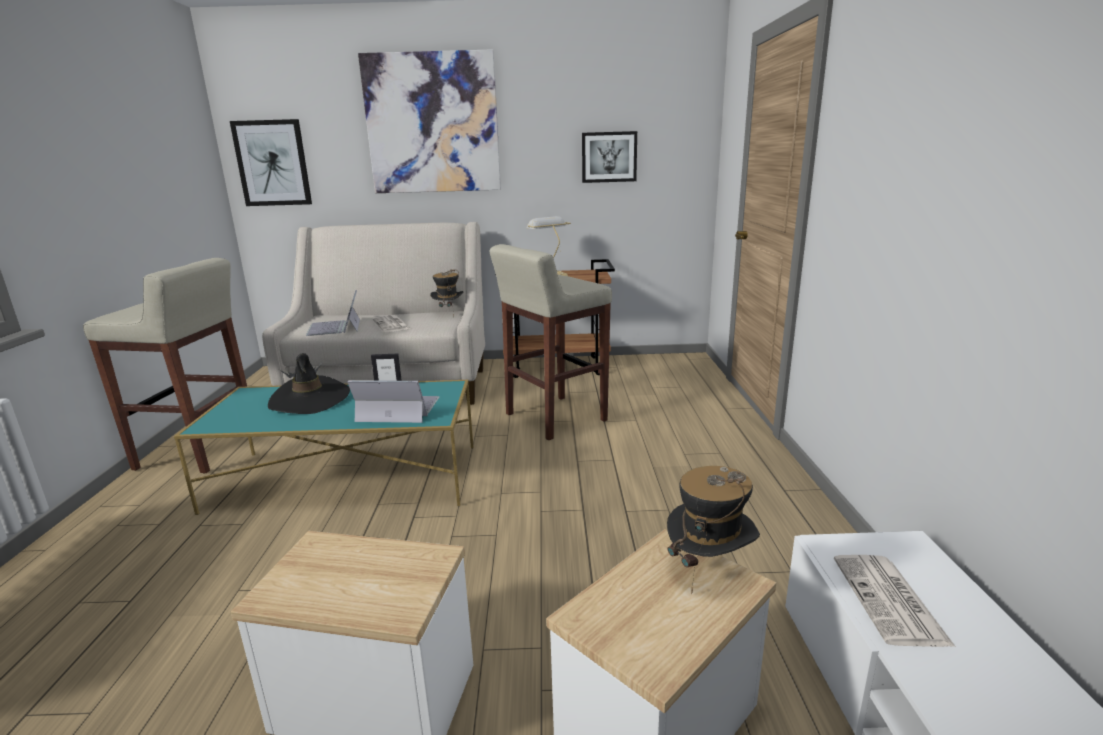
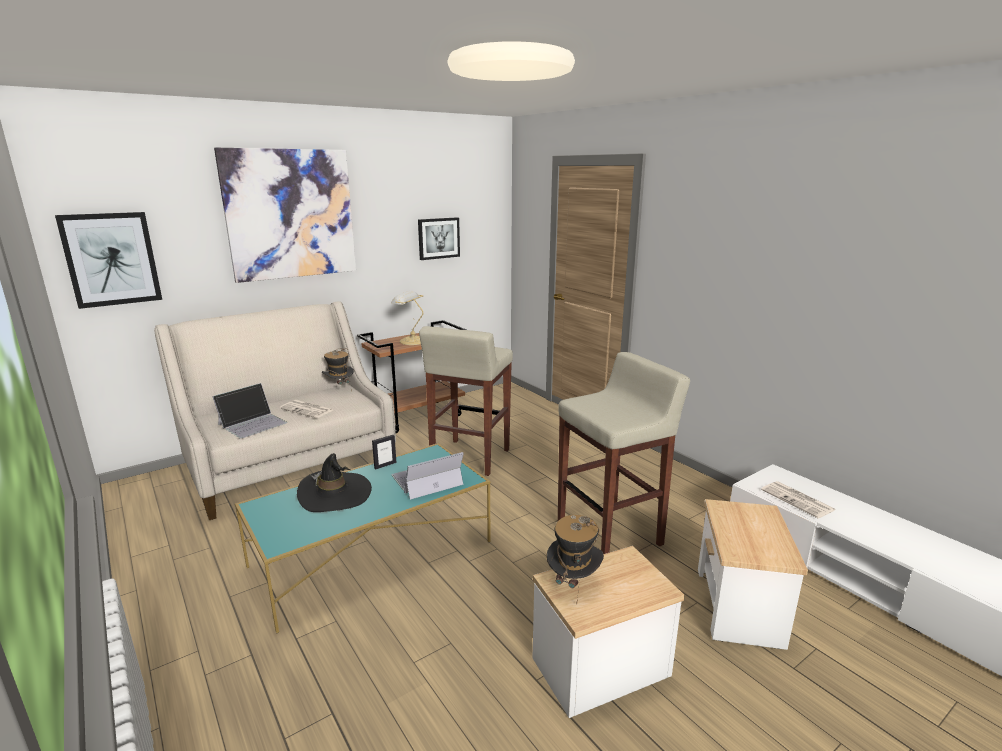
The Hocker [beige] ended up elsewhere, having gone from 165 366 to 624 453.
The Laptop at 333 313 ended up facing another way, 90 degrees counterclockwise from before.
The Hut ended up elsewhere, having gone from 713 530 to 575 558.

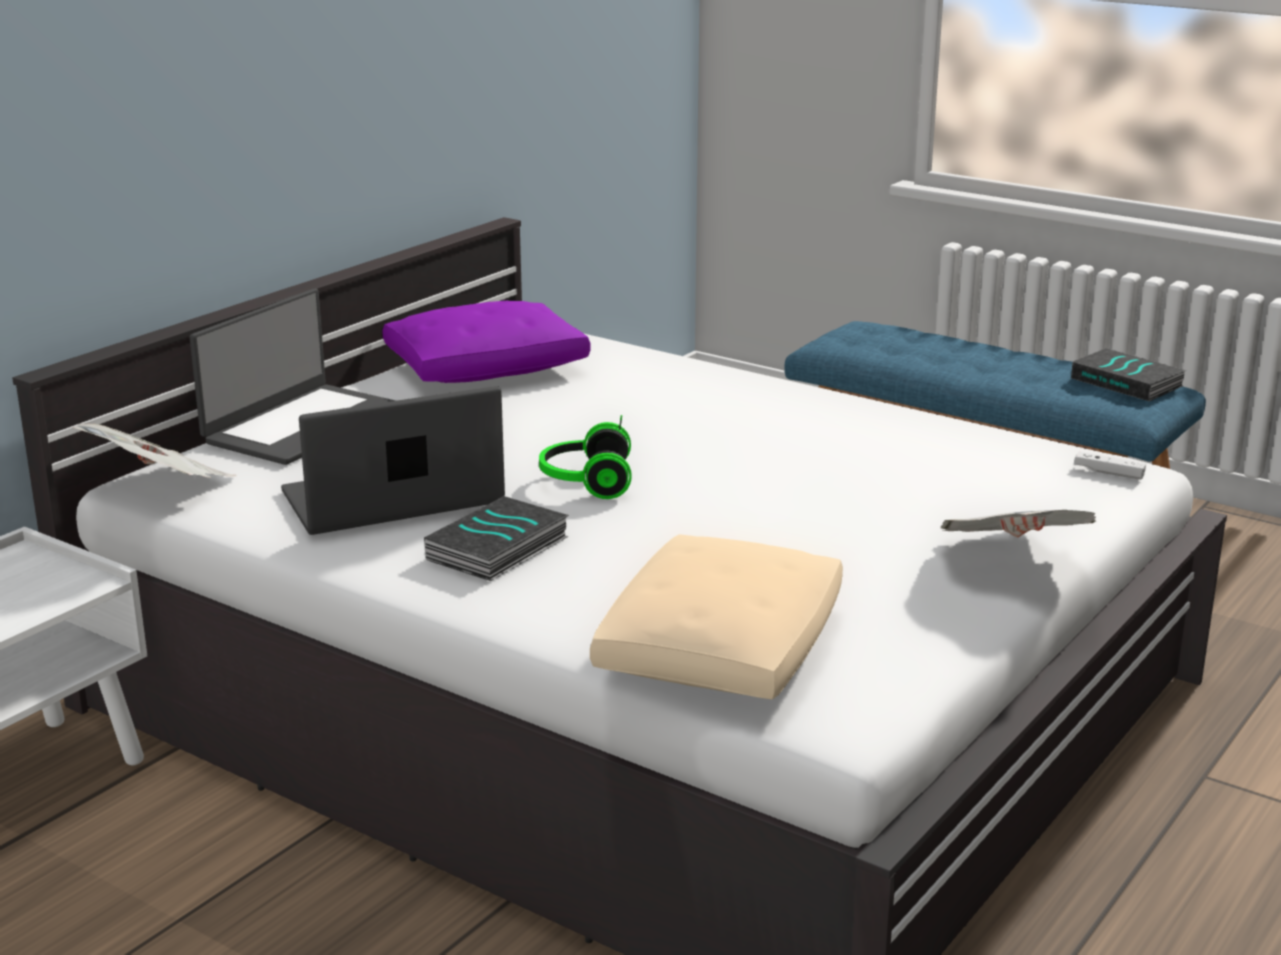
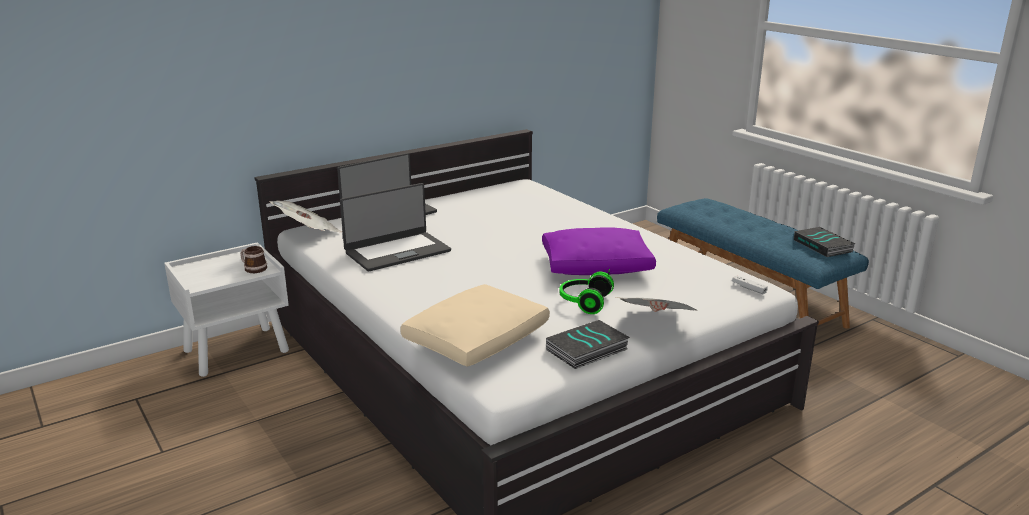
The Kissen [lila] ended up elsewhere, having gone from 486 342 to 599 251.
The Laptop at 393 460 ended up facing another way, 150 degrees clockwise from before.
The Kopfhörer ended up elsewhere, having gone from 585 457 to 586 291.
The Buch ended up elsewhere, having gone from 496 538 to 588 344.
The second view gained the Henkelbecher at 253 259.

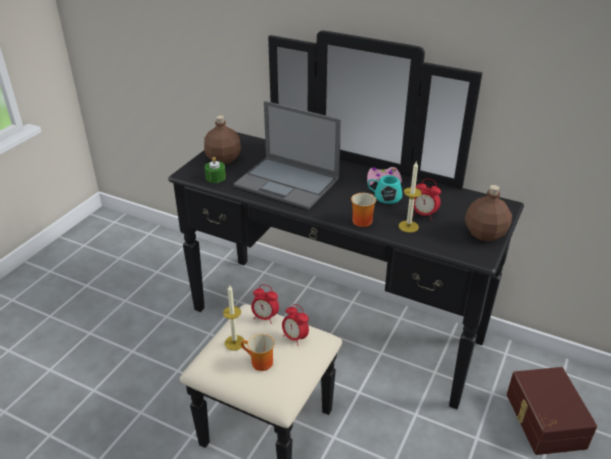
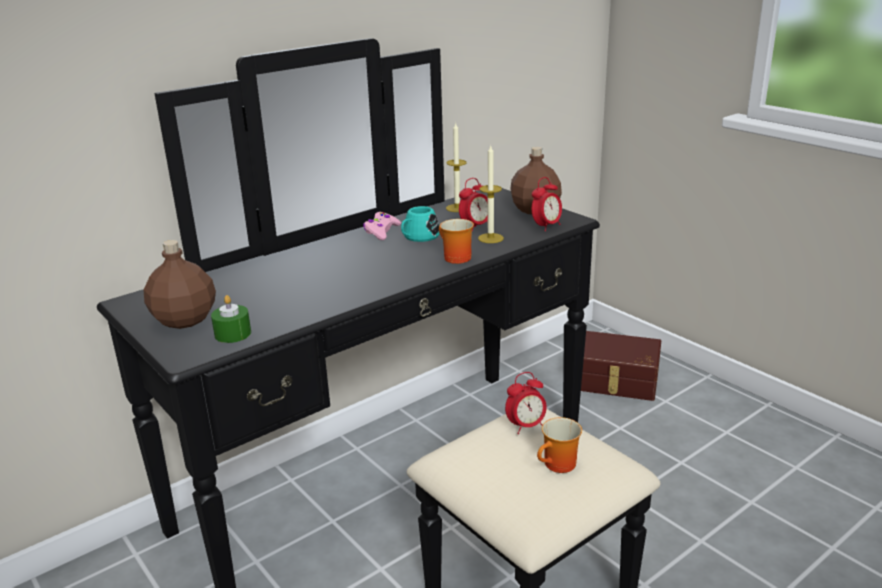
The second view lost the Laptop at 287 155.
The Kerze ended up elsewhere, having gone from 234 317 to 456 167.
The Wecker ended up elsewhere, having gone from 265 304 to 547 204.

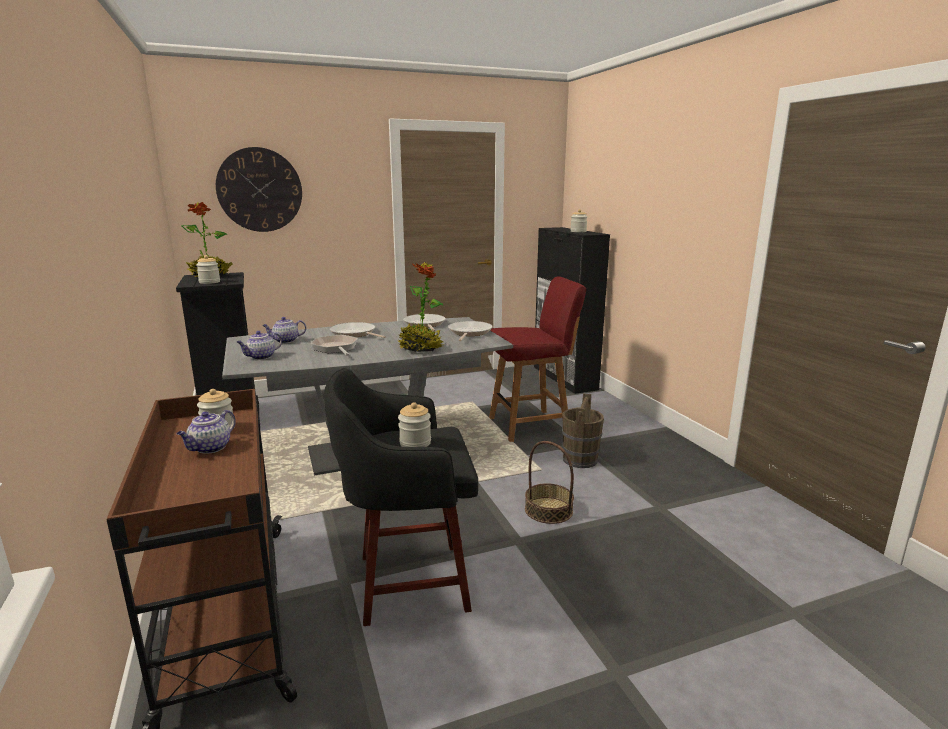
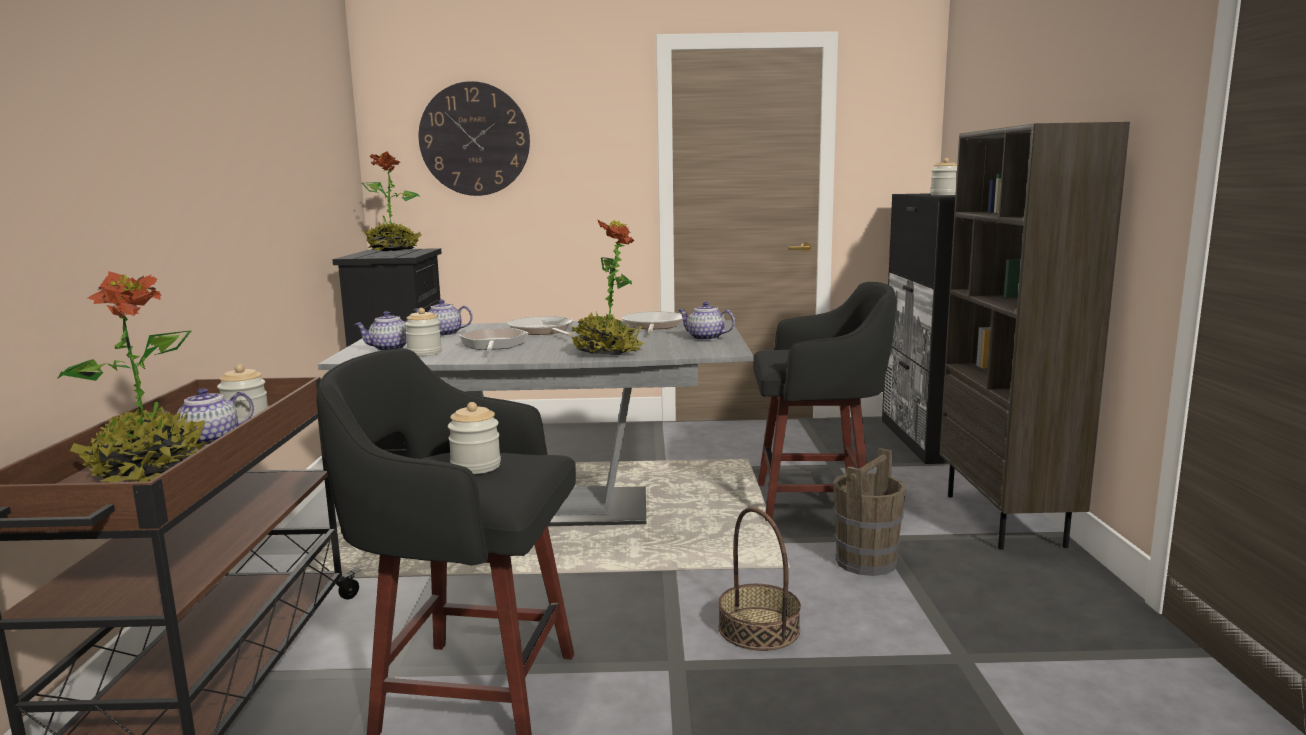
The Vorratsglas ended up elsewhere, having gone from 208 269 to 423 332.
Where the Stuhl [rot] stood at 537 359, the Hocker [schwarz] came to stand at 824 401.
Where the Pfanne stood at 470 331, the Teekanne came to stand at 706 321.
The second view gained the Bücherregal [braun] at 1035 336.
The second view gained the Topfpflanze at 133 376.

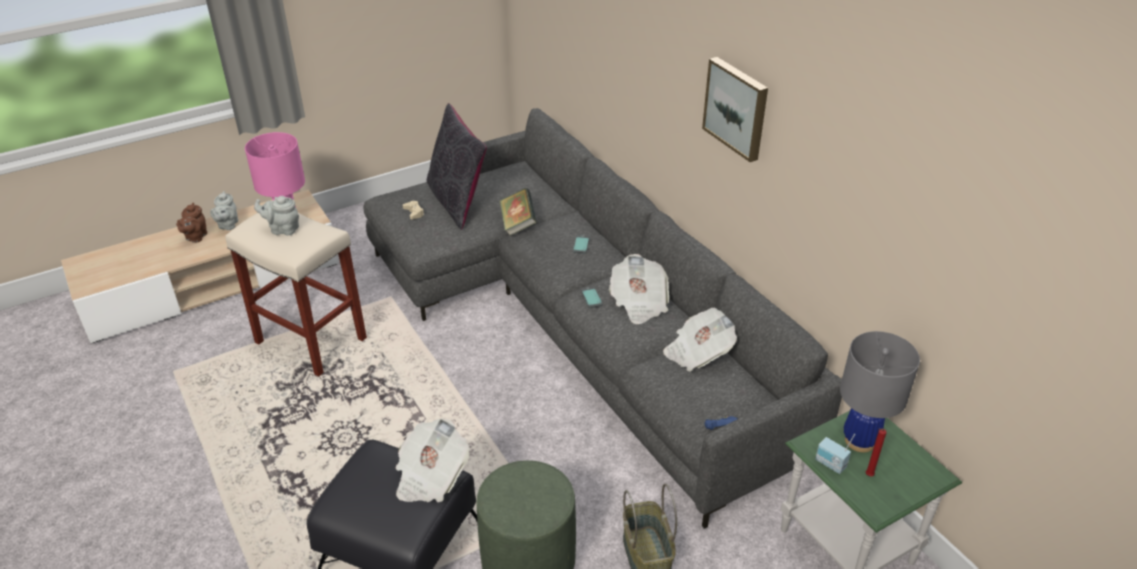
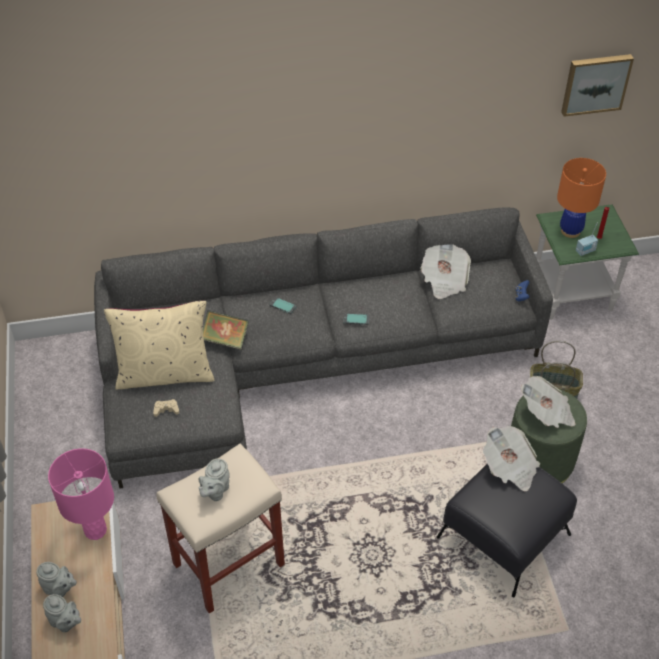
The Bild ended up elsewhere, having gone from 735 109 to 597 85.
What was the Kissen [schwarz] at 456 166 turned into the Kissen [beige] at 159 345.
What was the Teekanne [braun] at 191 223 turned into the Teekanne [grau] at 62 613.
The Zeitung ended up elsewhere, having gone from 639 289 to 548 402.
What was the Tischlampe [grau] at 880 391 turned into the Tischlampe [orange] at 581 198.

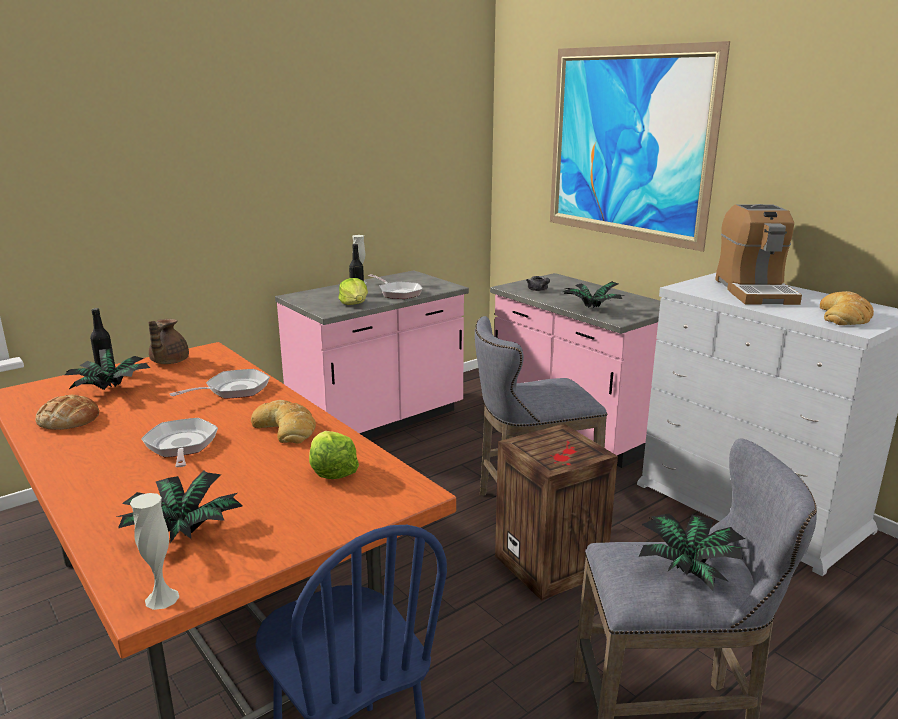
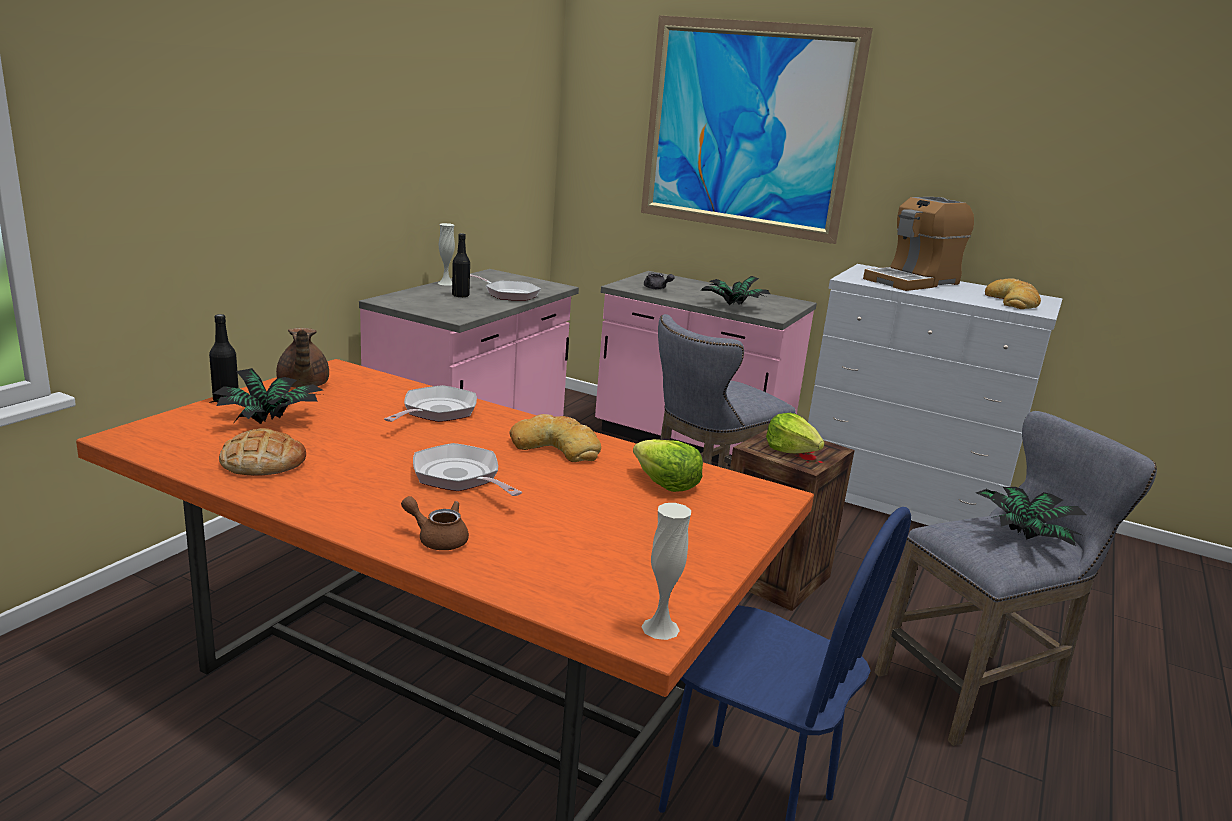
The Kaffeemaschine at 758 254 ended up facing another way, 75 degrees clockwise from before.
The Salatkopf ended up elsewhere, having gone from 353 291 to 795 433.
The second view lost the Topfpflanze at 179 507.
The second view gained the Teekanne [braun] at 435 523.

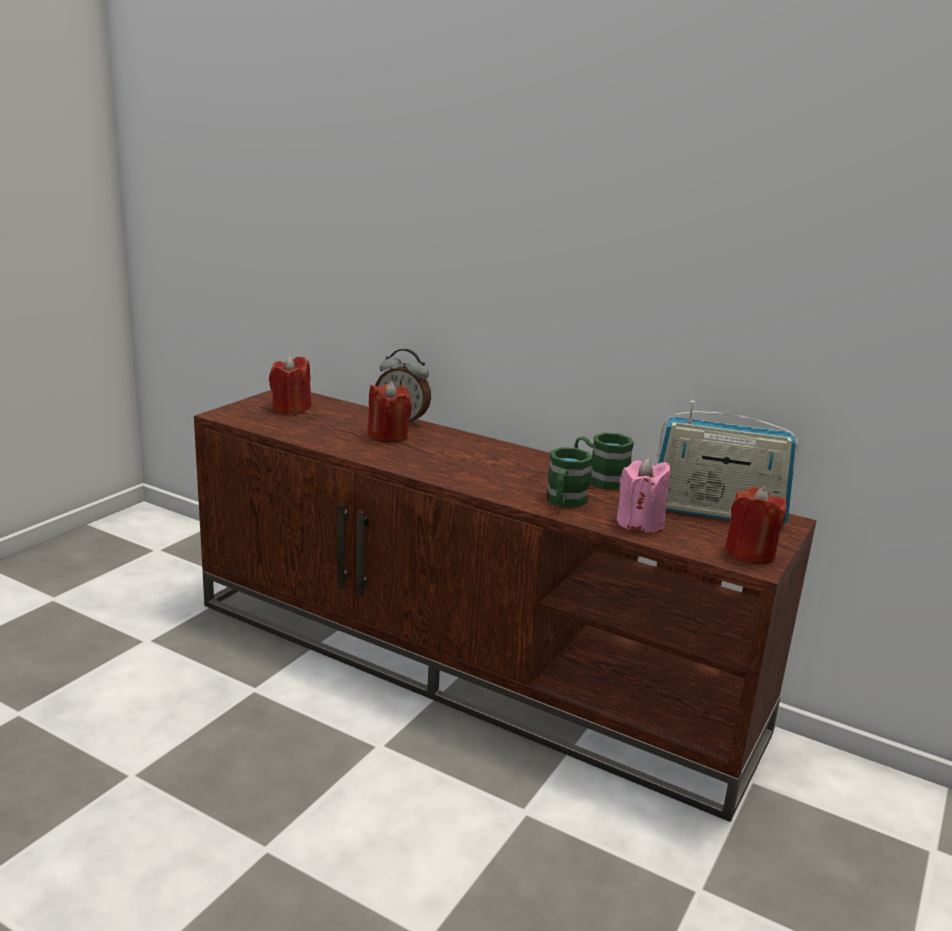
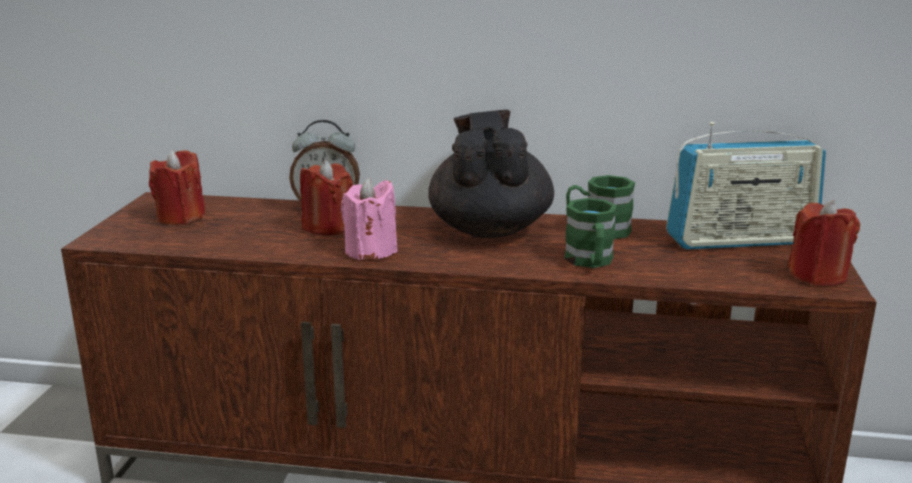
The Kerze [rosa] ended up elsewhere, having gone from 643 494 to 369 219.
The second view gained the Teekanne [schwarz] at 491 174.

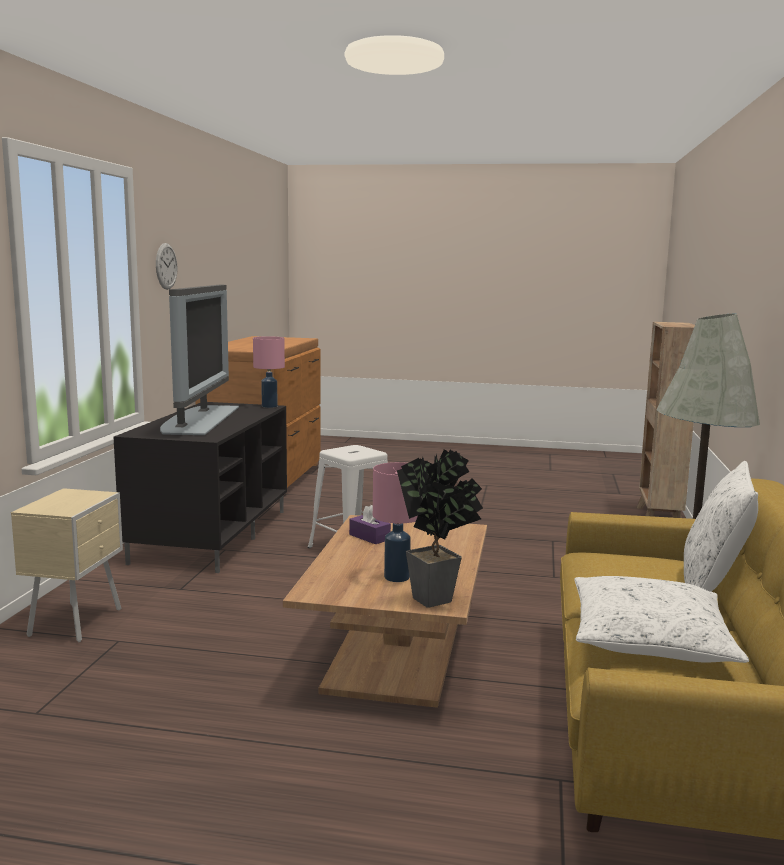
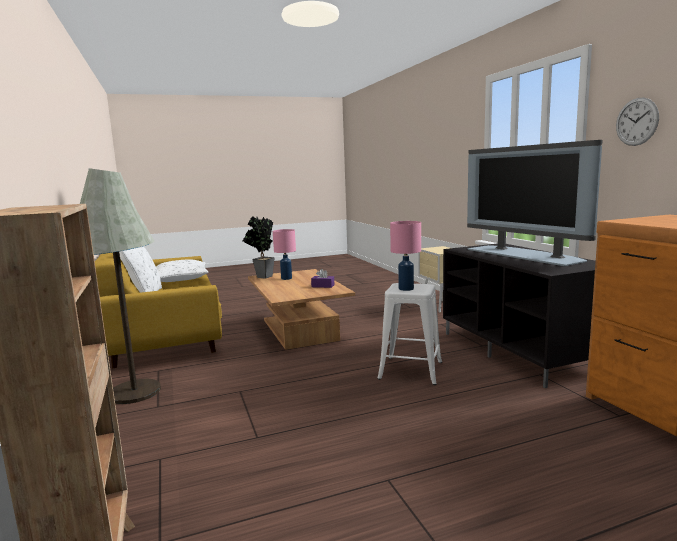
The Tischlampe [rosa] ended up elsewhere, having gone from 269 372 to 405 256.

